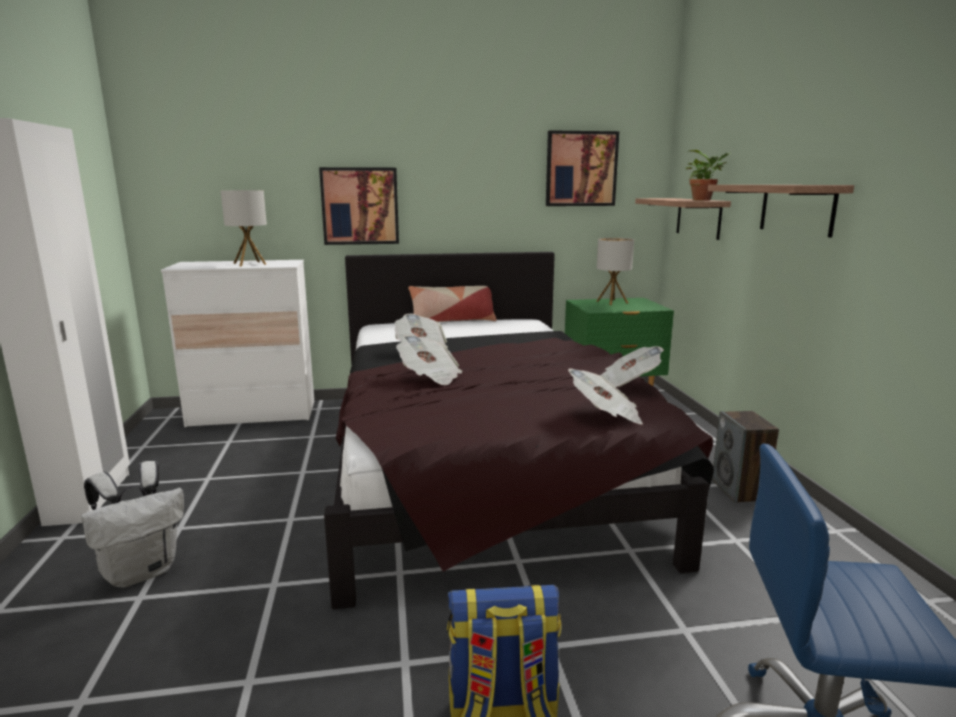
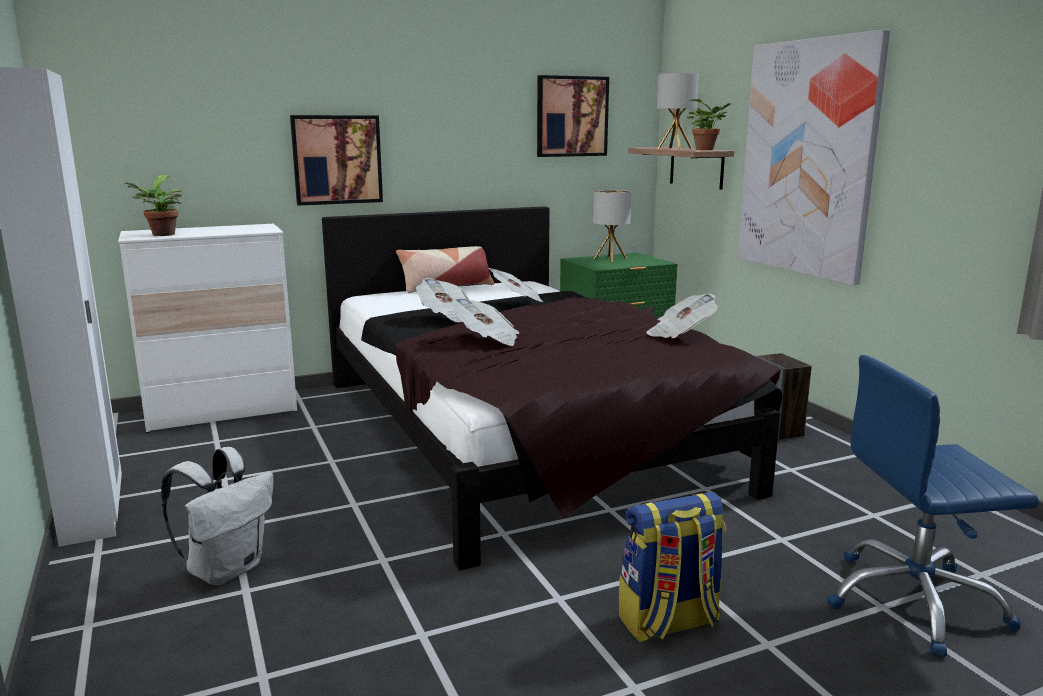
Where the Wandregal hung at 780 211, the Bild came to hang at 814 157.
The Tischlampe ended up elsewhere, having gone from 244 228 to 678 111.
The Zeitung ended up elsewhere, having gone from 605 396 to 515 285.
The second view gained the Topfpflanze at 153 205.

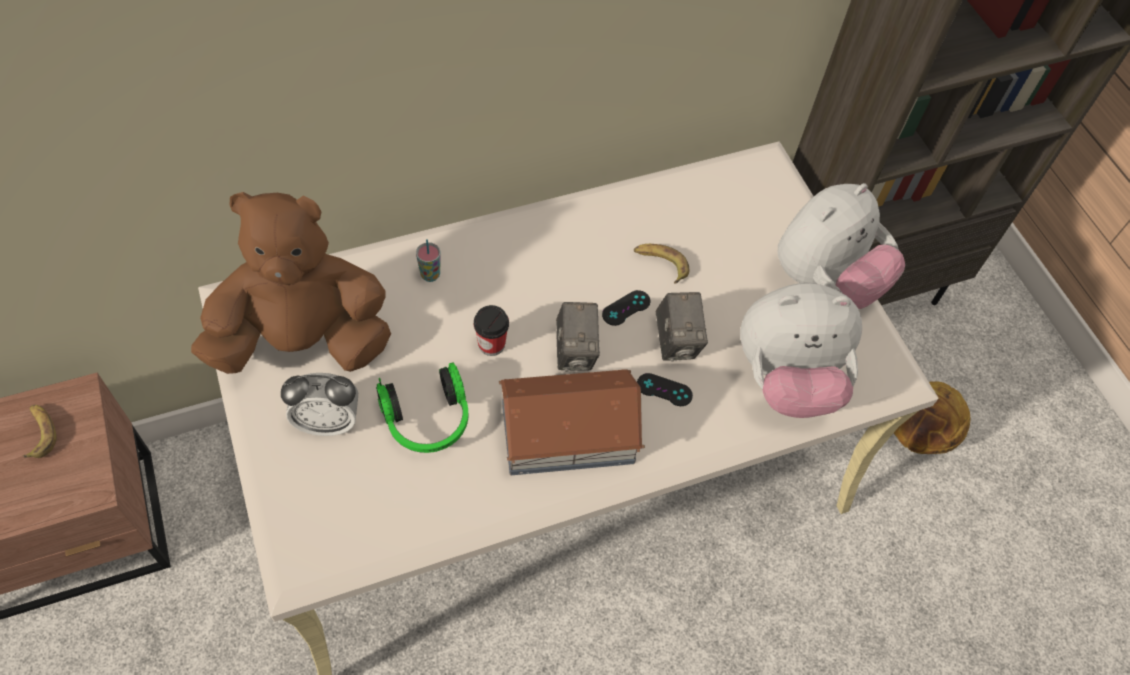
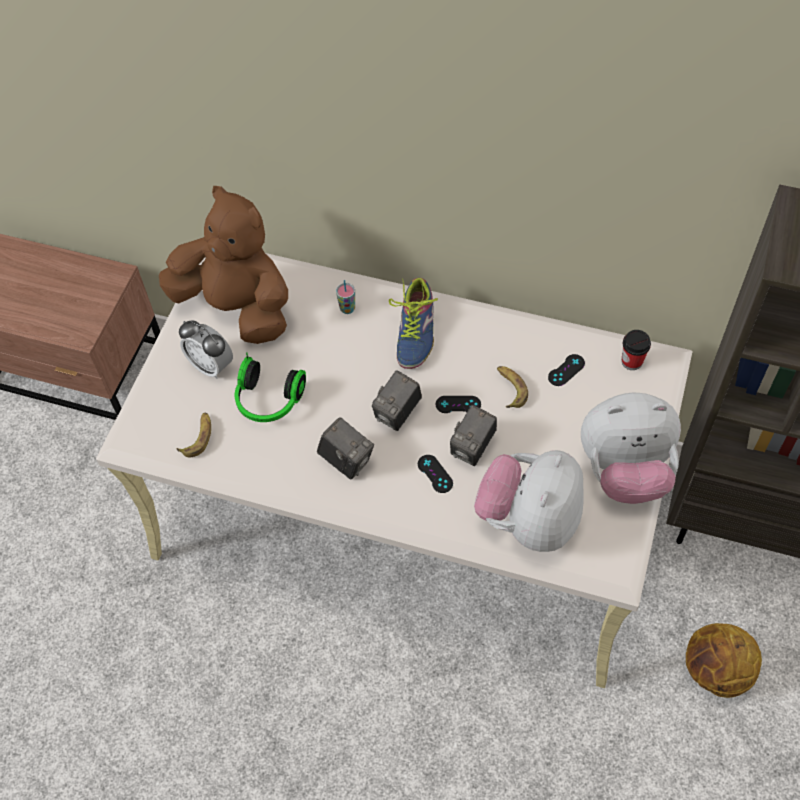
The Plüschtier at 801 350 ended up facing another way, 75 degrees clockwise from before.
The Tasse ended up elsewhere, having gone from 491 330 to 636 350.
Where the Spielzeughaus stood at 572 422, the Kamera came to stand at 345 448.
The Banane ended up elsewhere, having gone from 40 431 to 194 435.
The second view gained the Schuh at 413 323.
The second view gained the Gamepad [schwarz] at 566 370.

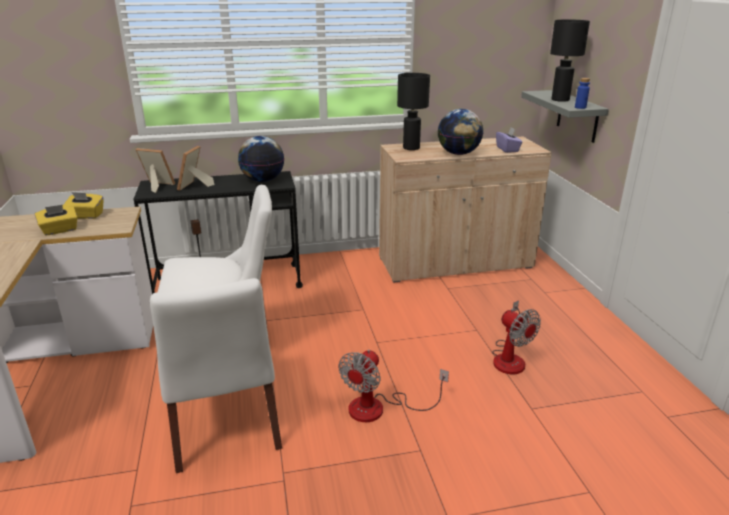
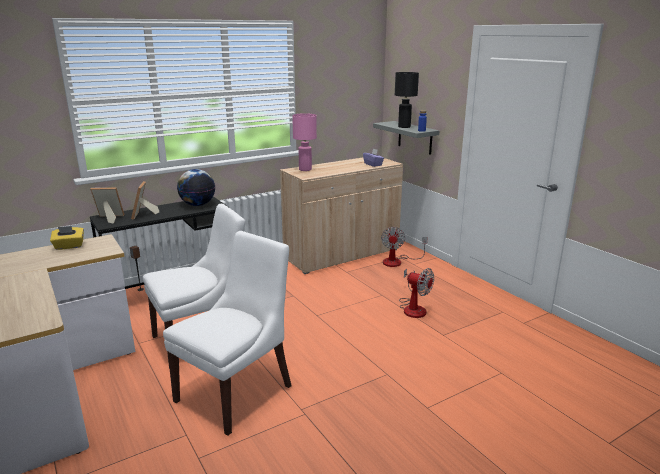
What was the Tischlampe [schwarz] at 413 111 turned into the Tischlampe [rosa] at 304 142.
The second view lost the Globus at 460 132.
The second view lost the Taschentuchbox [gelb] at 56 220.
The Stuhl [weiß] at 216 375 ended up facing another way, 105 degrees counterclockwise from before.
The Ventilator ended up elsewhere, having gone from 394 385 to 404 247.

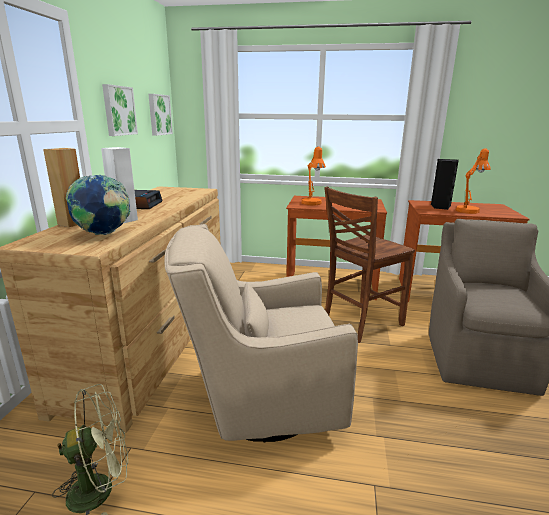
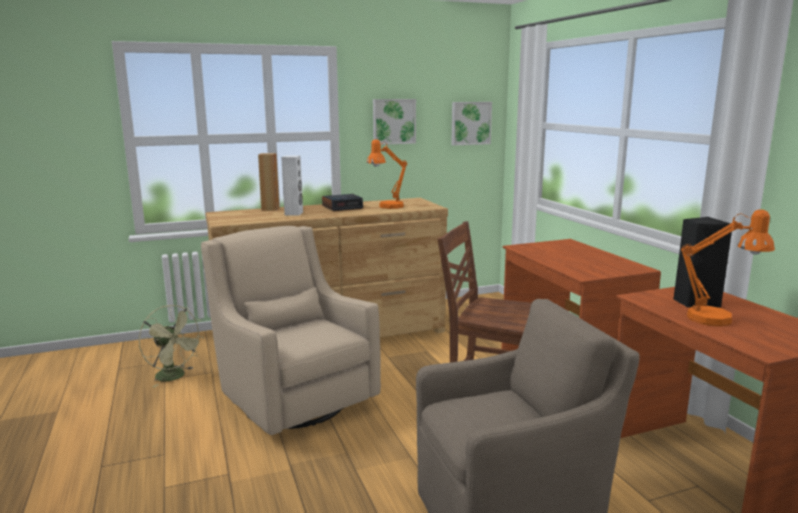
The Tischlampe [orange] ended up elsewhere, having gone from 313 176 to 387 174.
The second view lost the Globus at 98 205.

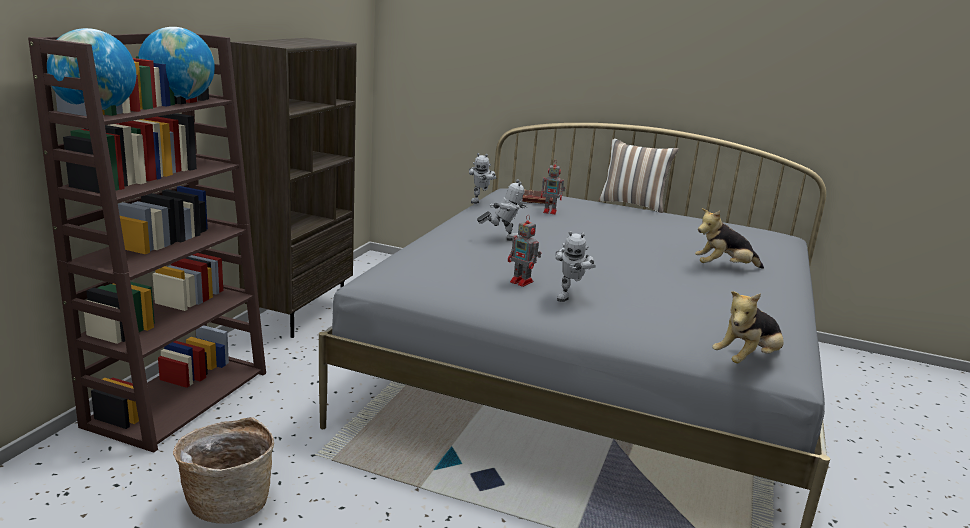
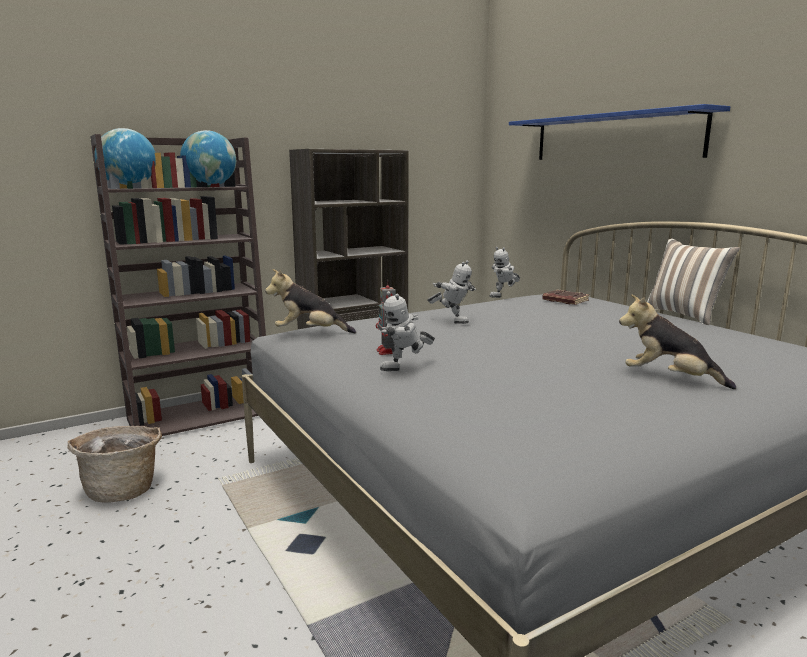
The second view lost the Spielzeugroboter at 553 188.
The Plüschtier ended up elsewhere, having gone from 747 327 to 310 301.
The second view gained the Wandregal [blau] at 620 132.

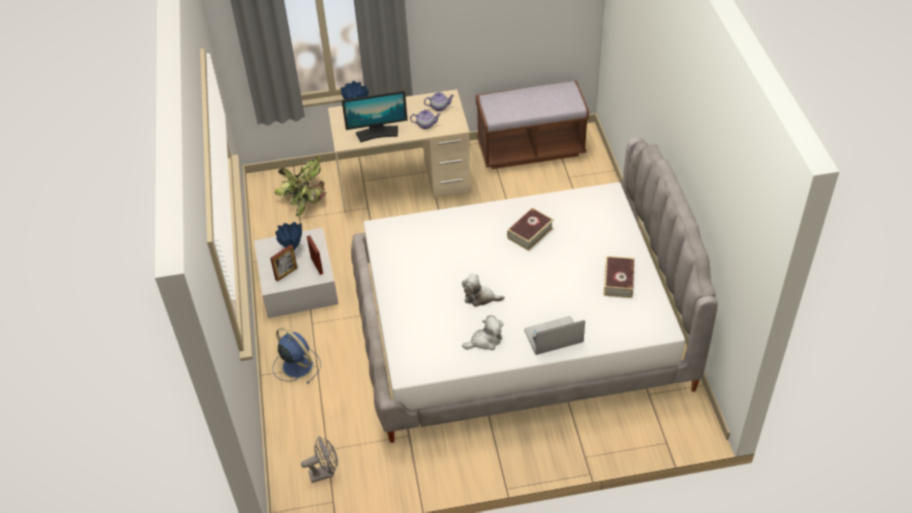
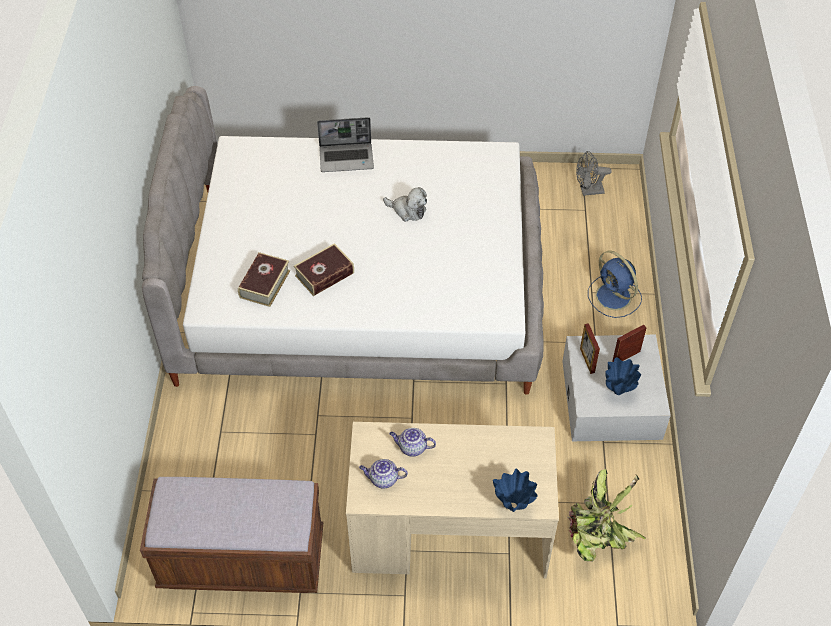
The second view lost the Monitor at 375 116.
The Buch ended up elsewhere, having gone from 618 277 to 264 279.
The second view lost the Plüschtier at 482 332.

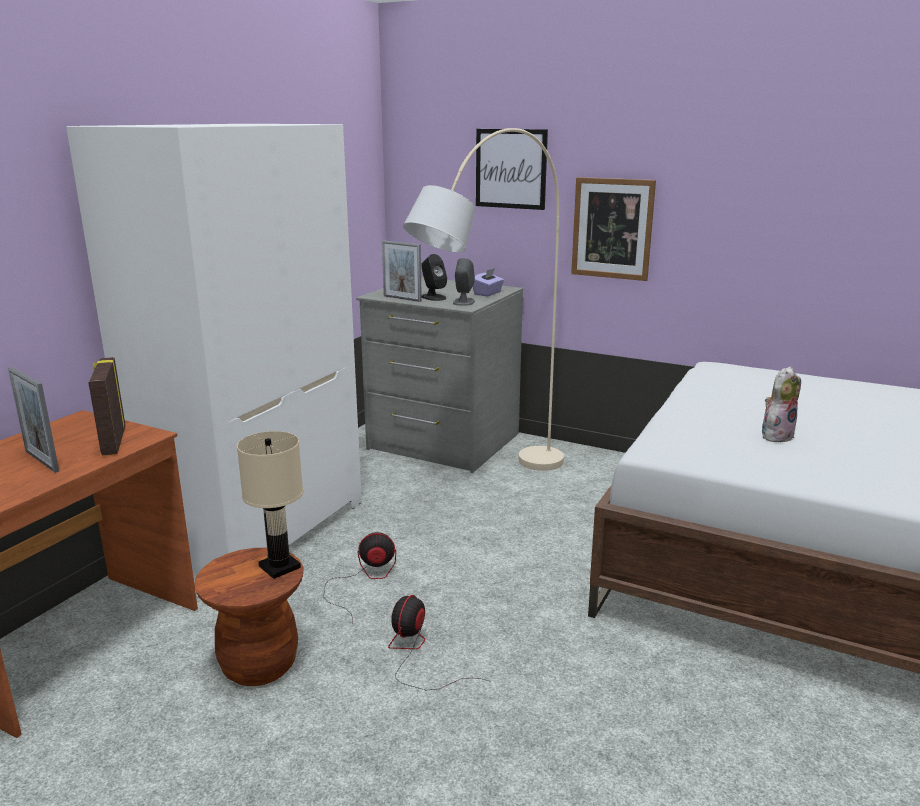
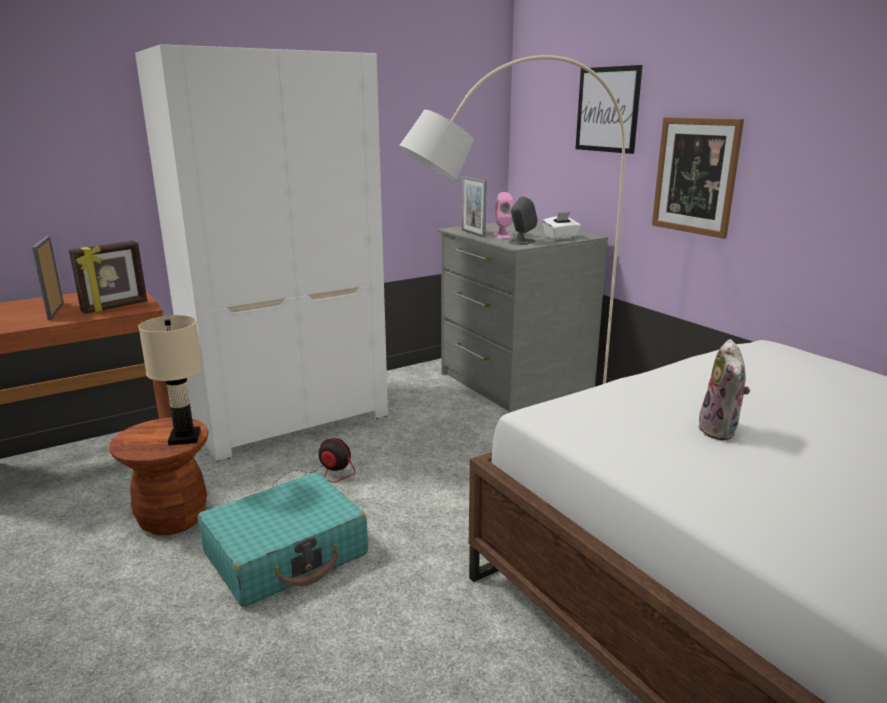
What was the Lautsprecher [schwarz] at 434 277 turned into the Lautsprecher [rosa] at 503 215.
What was the Taschentuchbox [lila] at 488 282 turned into the Taschentuchbox [weiß] at 561 226.
The Bilderrahmen at 107 406 ended up facing another way, 150 degrees counterclockwise from before.
The Plüschtier at 781 405 ended up facing another way, 105 degrees clockwise from before.
Where the Ventilator stood at 439 642, the Koffer [türkis] came to stand at 283 540.

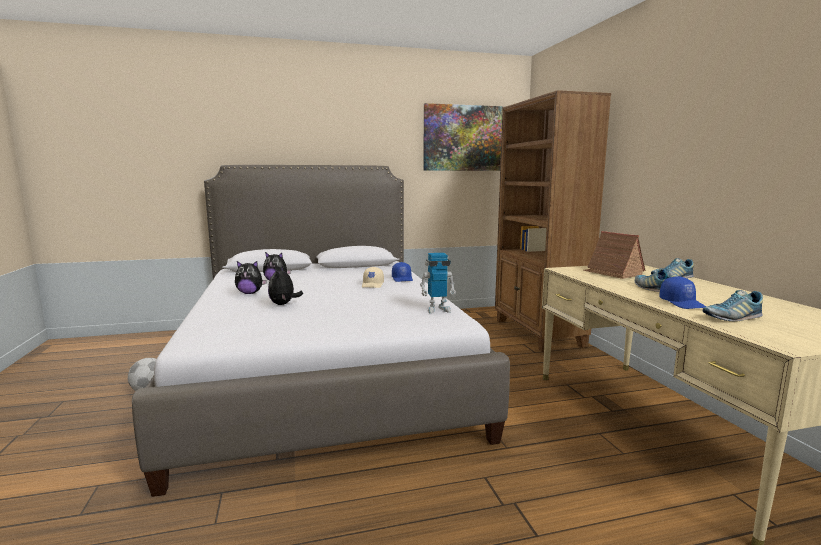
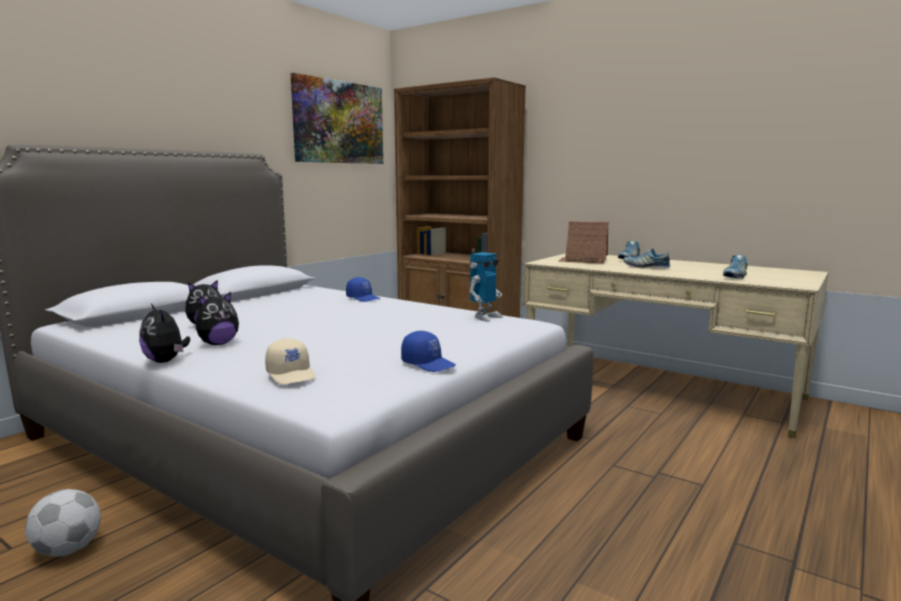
The Plüschtier ended up elsewhere, having gone from 285 286 to 164 333.
The Kappe [beige] ended up elsewhere, having gone from 373 277 to 290 361.
The Kappe [blau] ended up elsewhere, having gone from 683 292 to 428 351.

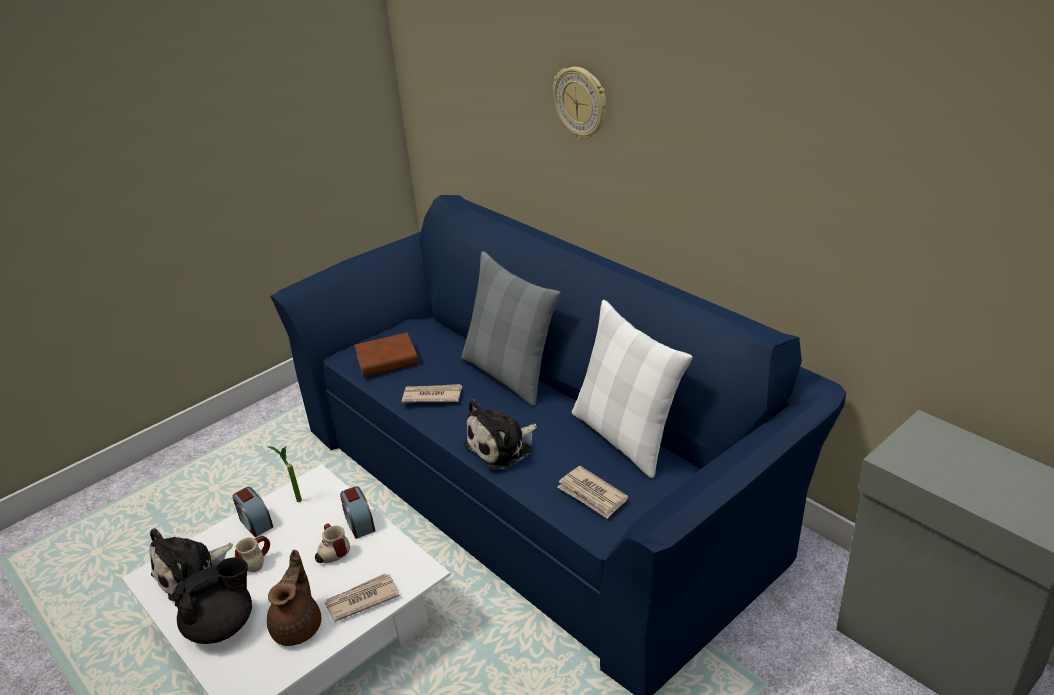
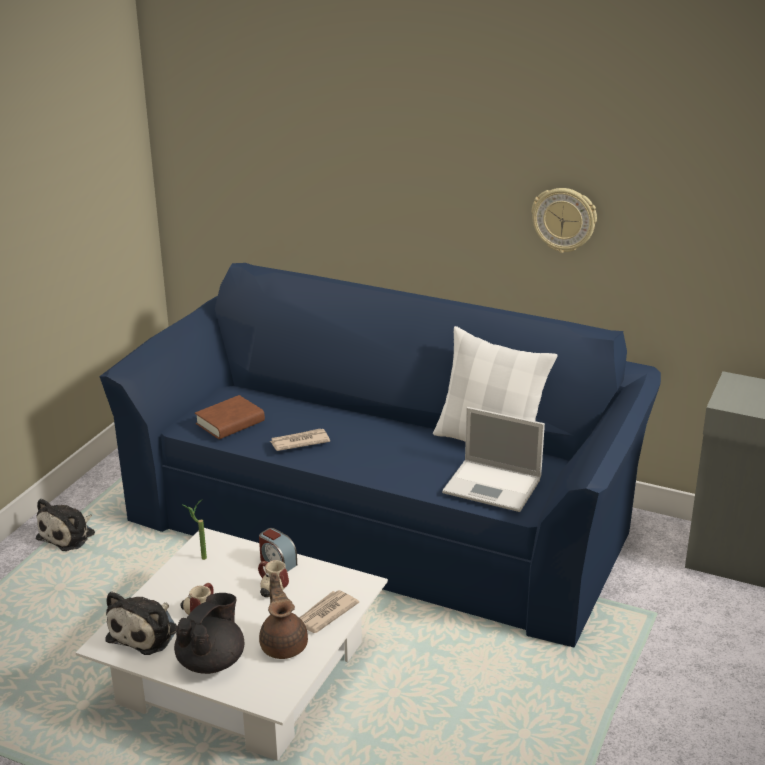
The Wanduhr ended up elsewhere, having gone from 580 103 to 564 220.
The second view lost the Kissen [grau] at 511 328.
The Plüschtier ended up elsewhere, having gone from 500 434 to 65 524.
Where the Zeitung stood at 592 492, the Laptop came to stand at 493 459.
The second view lost the Wecker at 252 512.

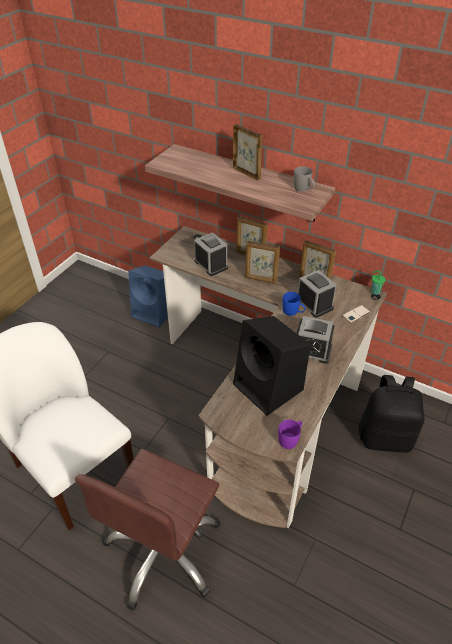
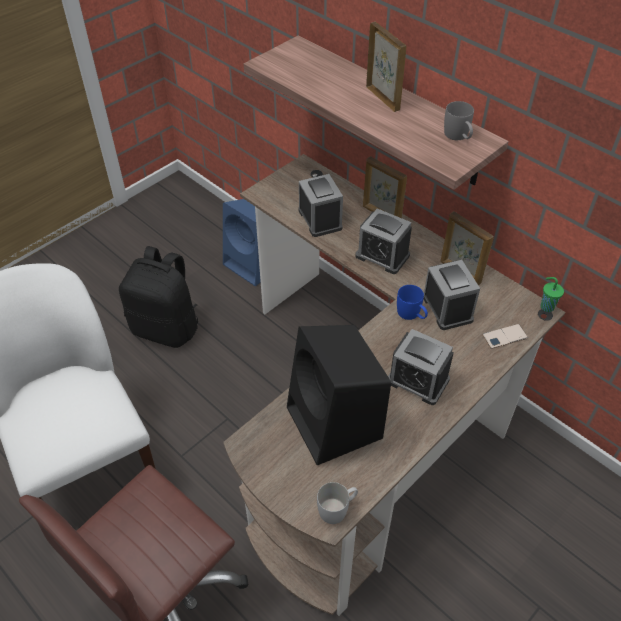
Where the Bilderrahmen stood at 262 262, the Wecker came to stand at 383 241.
The Rucksack [schwarz] ended up elsewhere, having gone from 392 414 to 159 297.
What was the Henkelbecher [lila] at 290 434 turned into the Henkelbecher [weiß] at 337 503.

